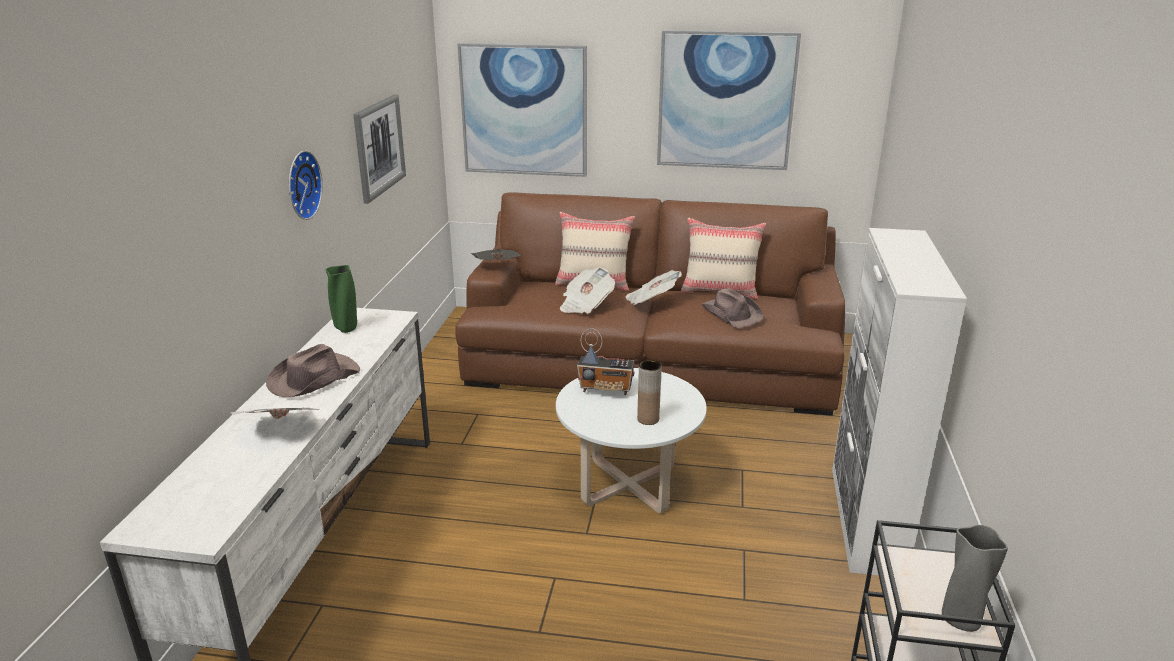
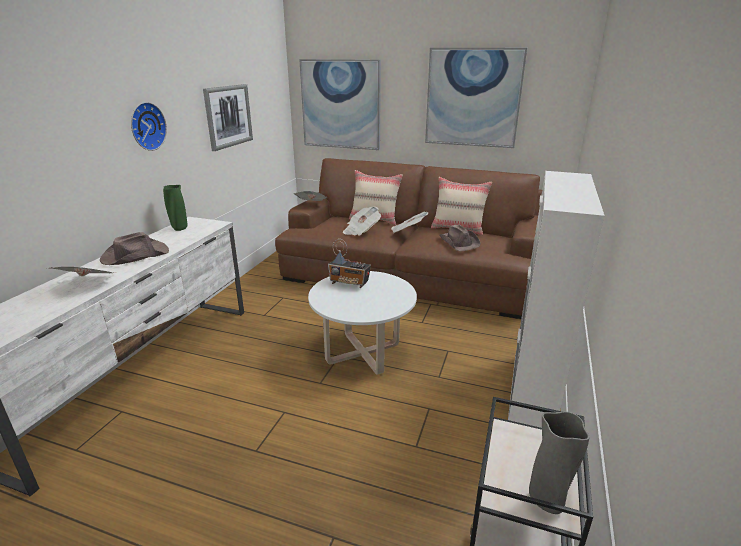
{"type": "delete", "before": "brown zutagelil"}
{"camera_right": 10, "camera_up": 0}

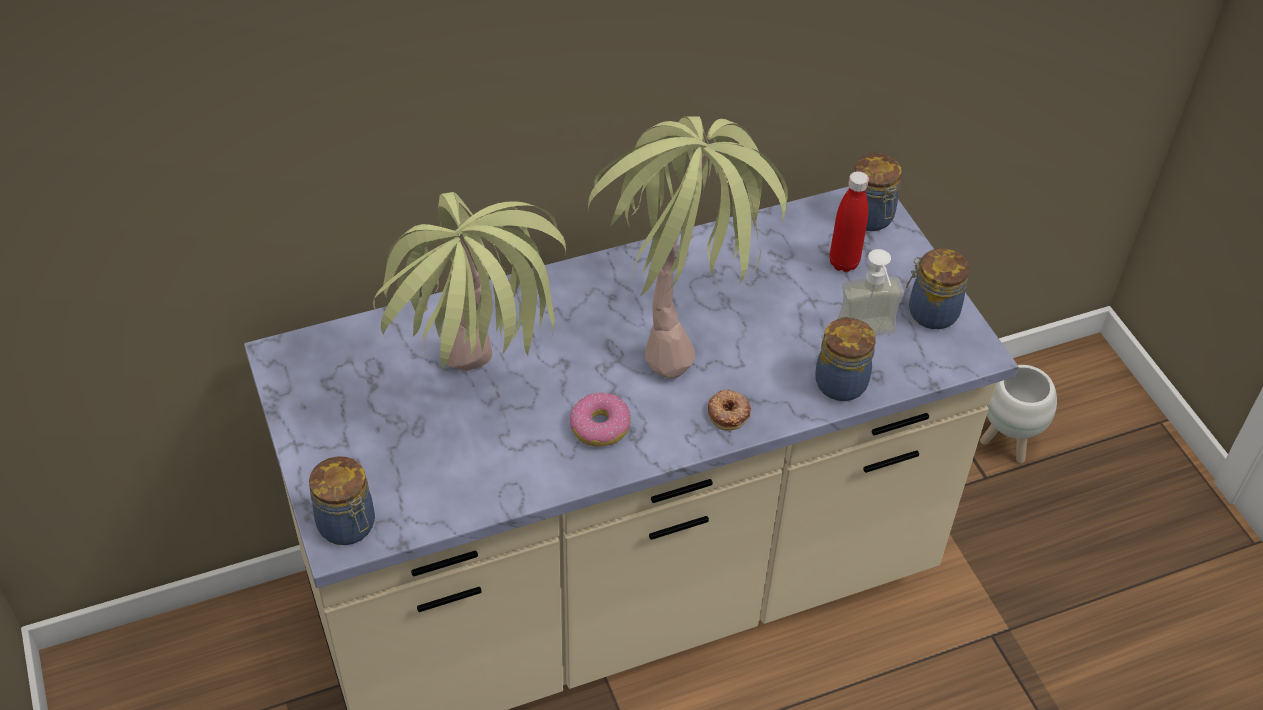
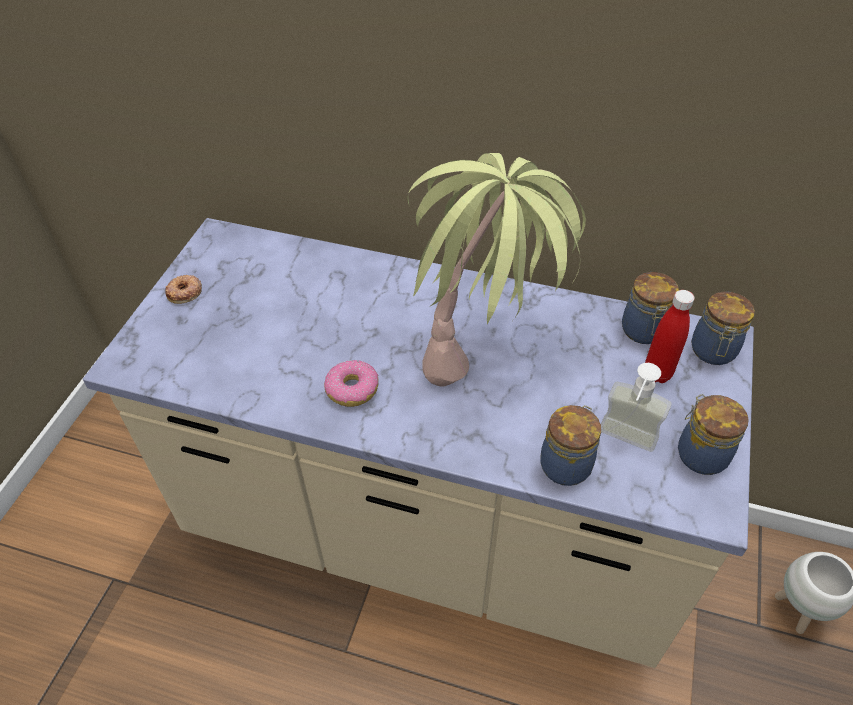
{"type": "delete", "before": "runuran (1st from left)"}
{"type": "move", "before": "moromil (1st from left in the first image)", "after": "moromil (2nd from left)"}
{"type": "move", "before": "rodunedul (2nd from left in the first image)", "after": "rodunedul (1st from left)"}
{"camera_right": 40, "camera_up": 0}

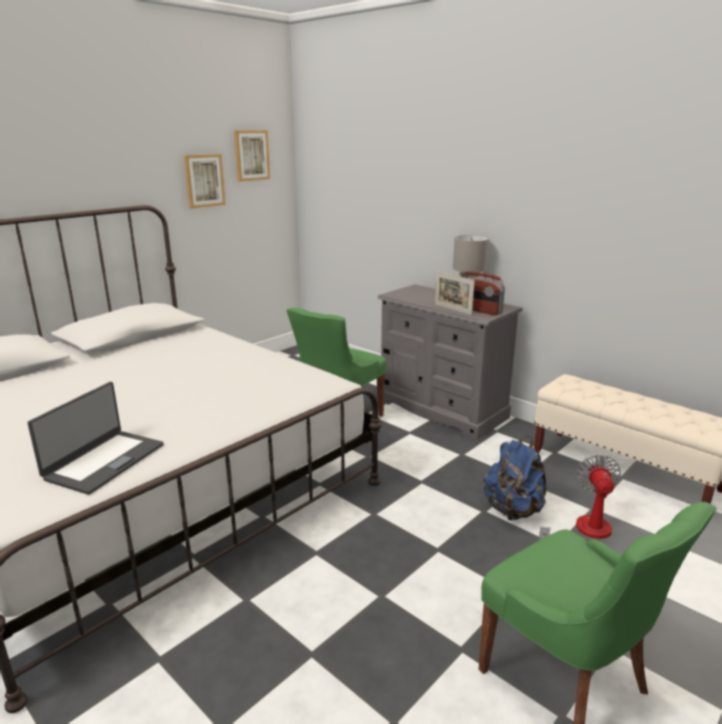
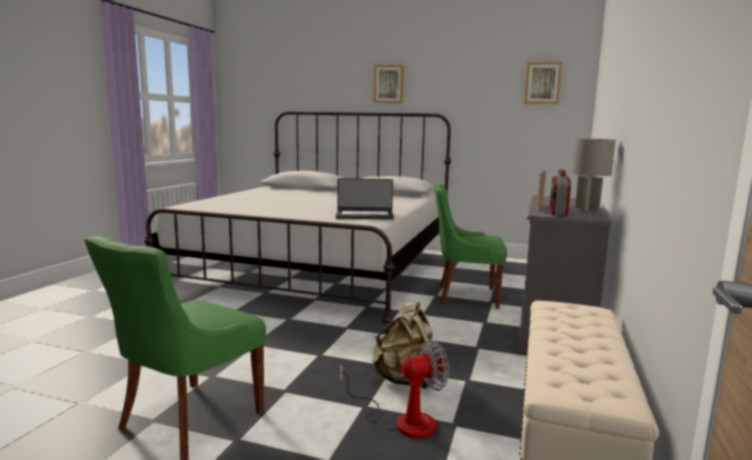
{"type": "move", "before": "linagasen"}
{"type": "move", "before": "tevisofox (1st from left)"}
{"type": "recolor", "before": "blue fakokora", "after": "beige fakokora"}
{"camera_right": 65, "camera_up": -10}

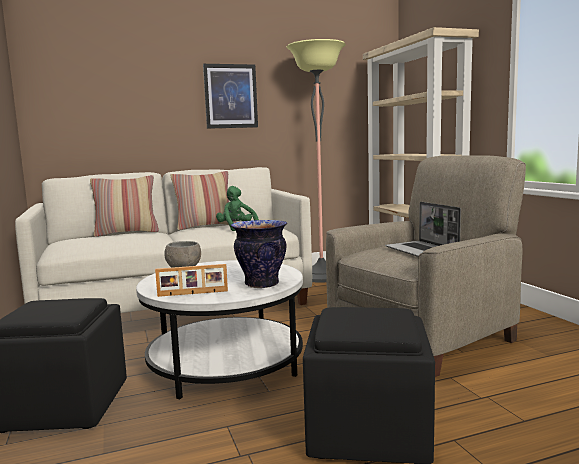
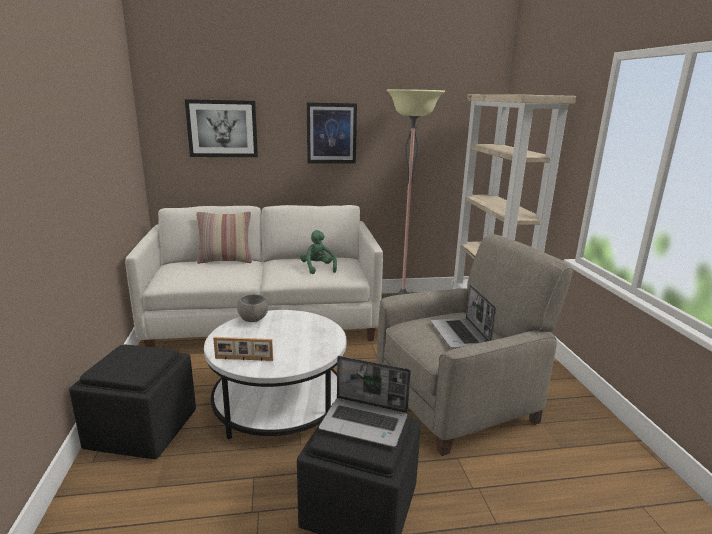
{"type": "delete", "before": "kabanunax (2nd from left)"}
{"type": "delete", "before": "zutagelil"}
{"type": "insert", "after": "tevisofox (1st from left)"}
{"type": "insert", "after": "linagasen (1st from left)"}
{"camera_right": 10, "camera_up": 10}

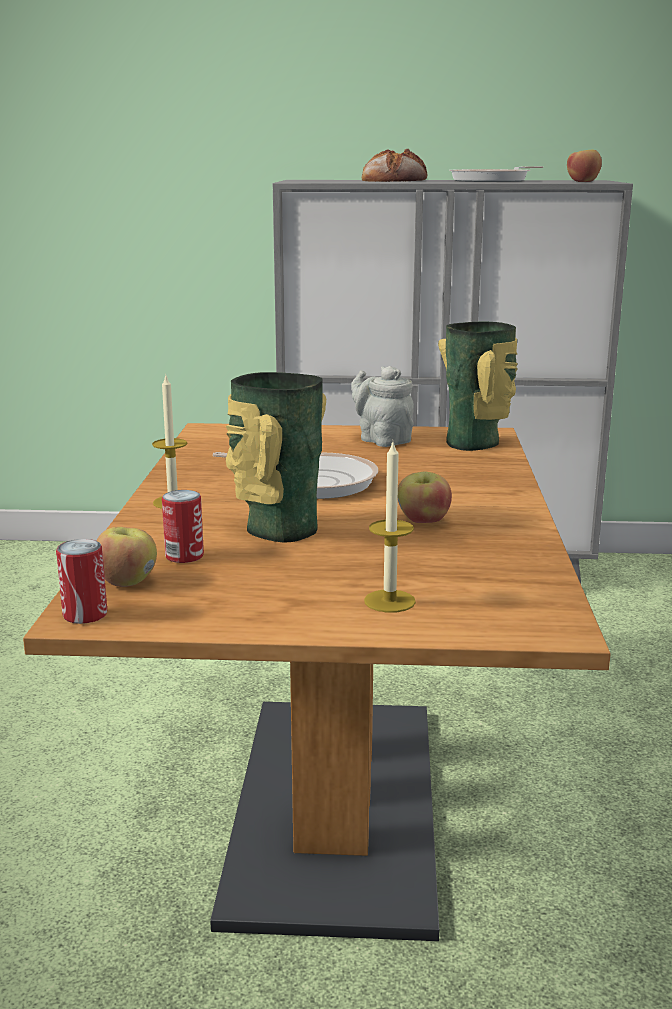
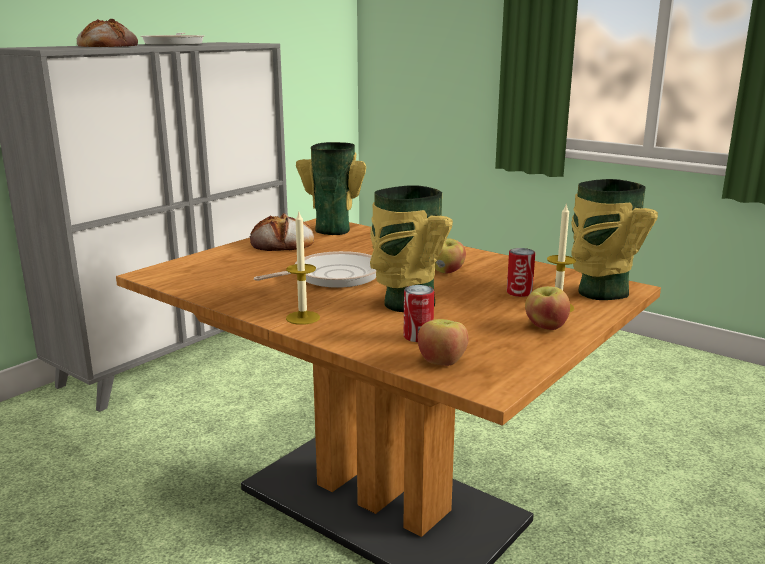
{"type": "insert", "after": "zutagelil (3rd from left)"}
{"type": "move", "before": "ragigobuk (1st from left in the first image)", "after": "ragigobuk (2nd from left)"}
{"type": "move", "before": "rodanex (3rd from left)"}
{"type": "replace", "before": "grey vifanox", "after": "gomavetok (2nd from left)"}
{"camera_right": -55, "camera_up": 0}

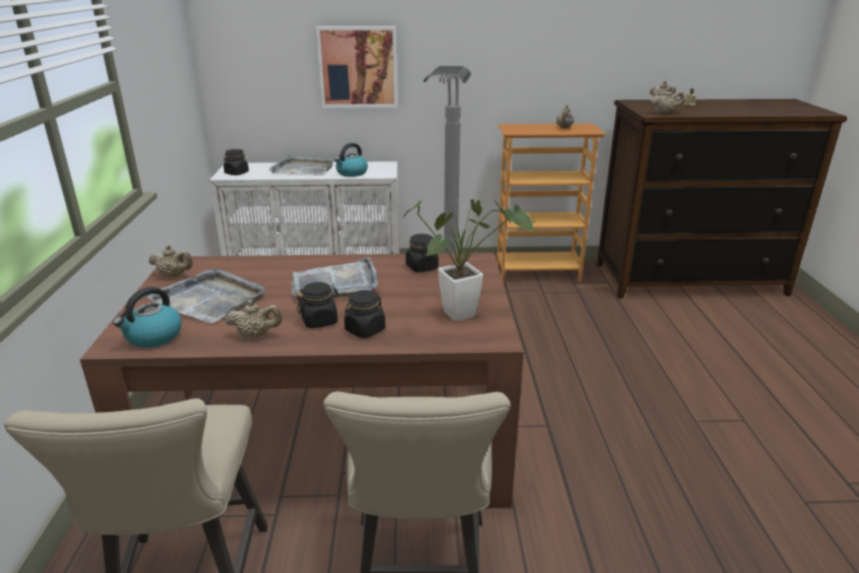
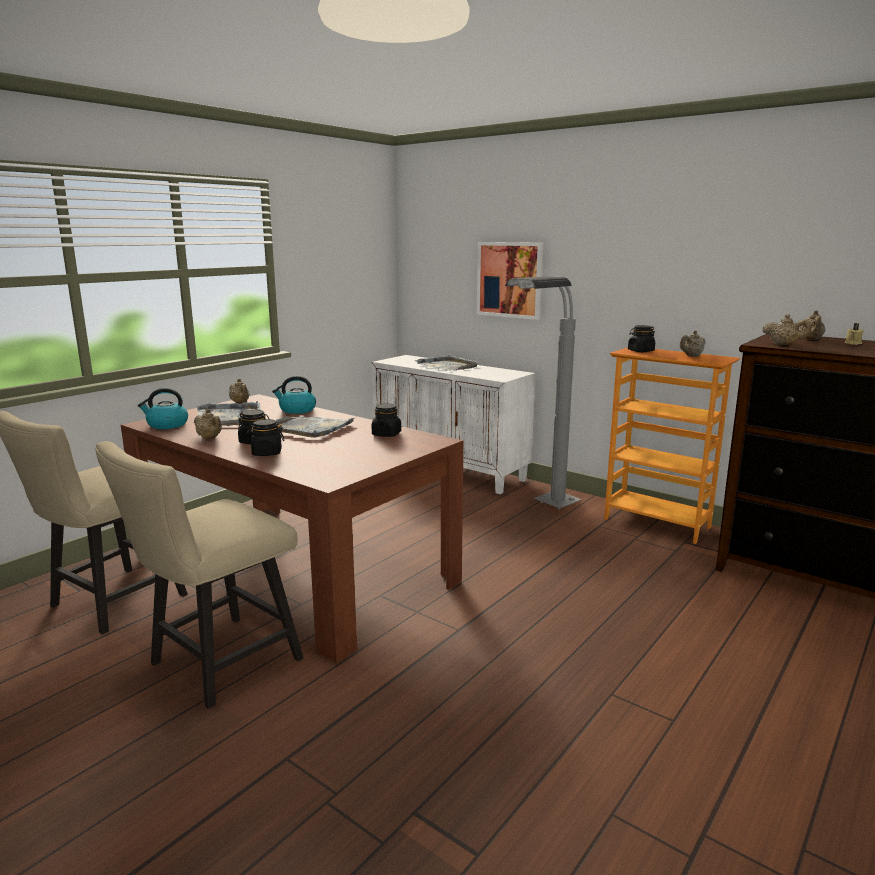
{"type": "delete", "before": "runuran"}
{"type": "move", "before": "black moromil (1st from left in the first image)", "after": "black moromil (4th from left)"}
{"type": "move", "before": "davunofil (2nd from left)"}
{"camera_right": 40, "camera_up": -10}

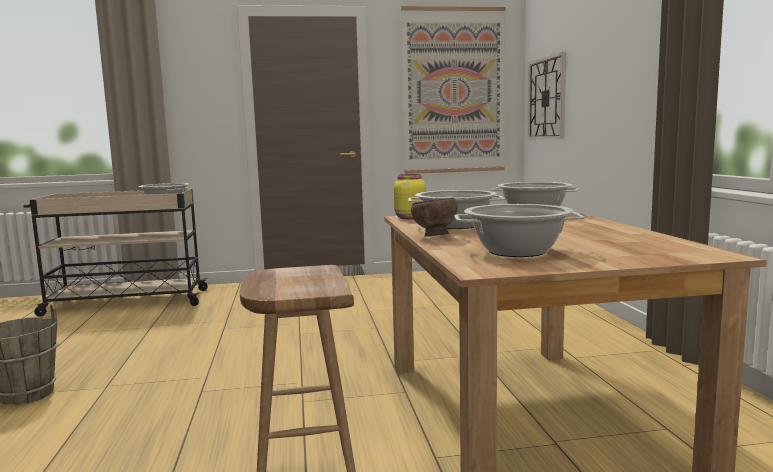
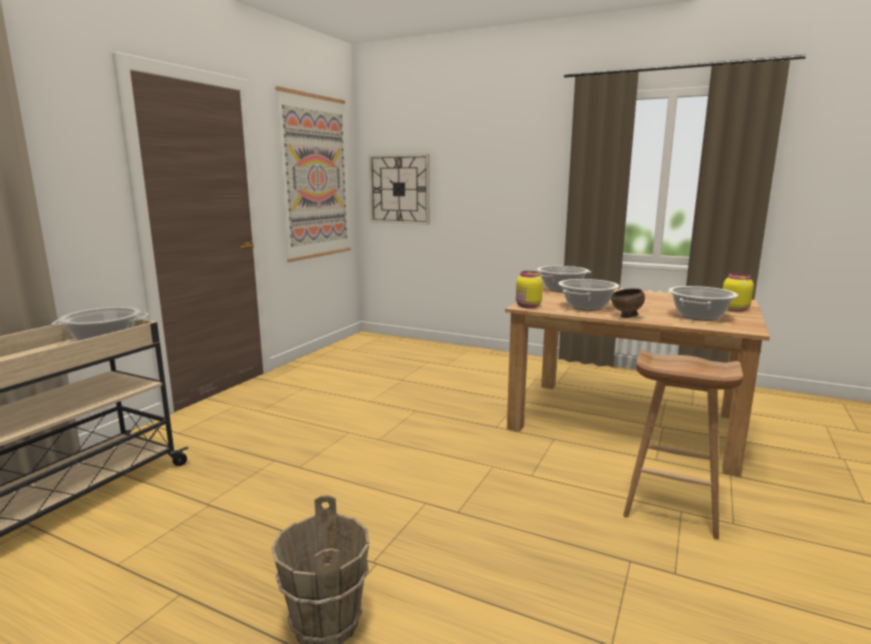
{"type": "insert", "after": "yellow moromil (2nd from left)"}
{"camera_right": -55, "camera_up": 5}

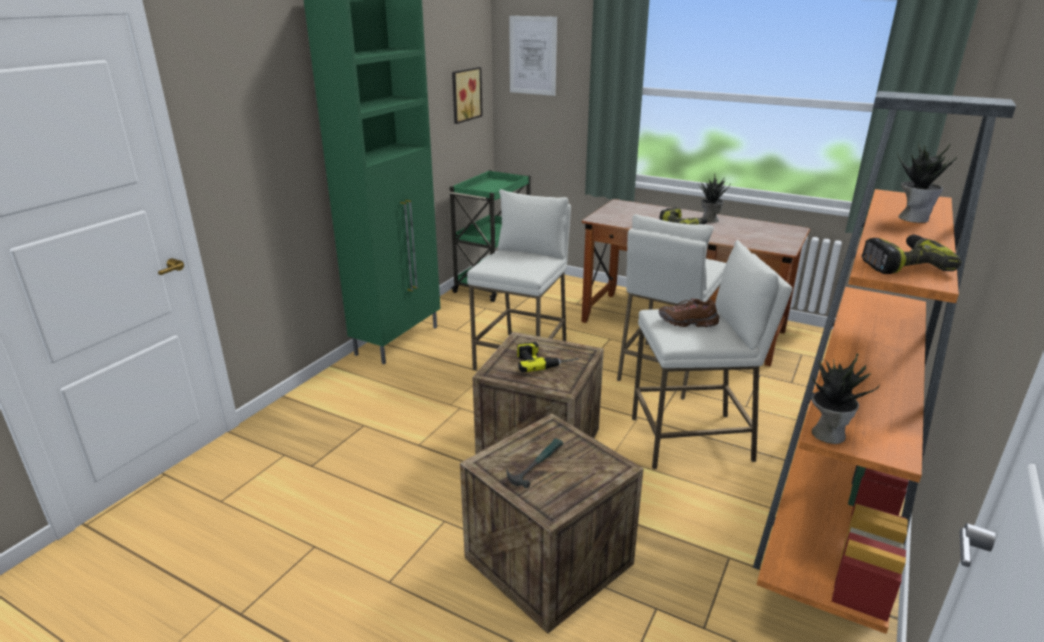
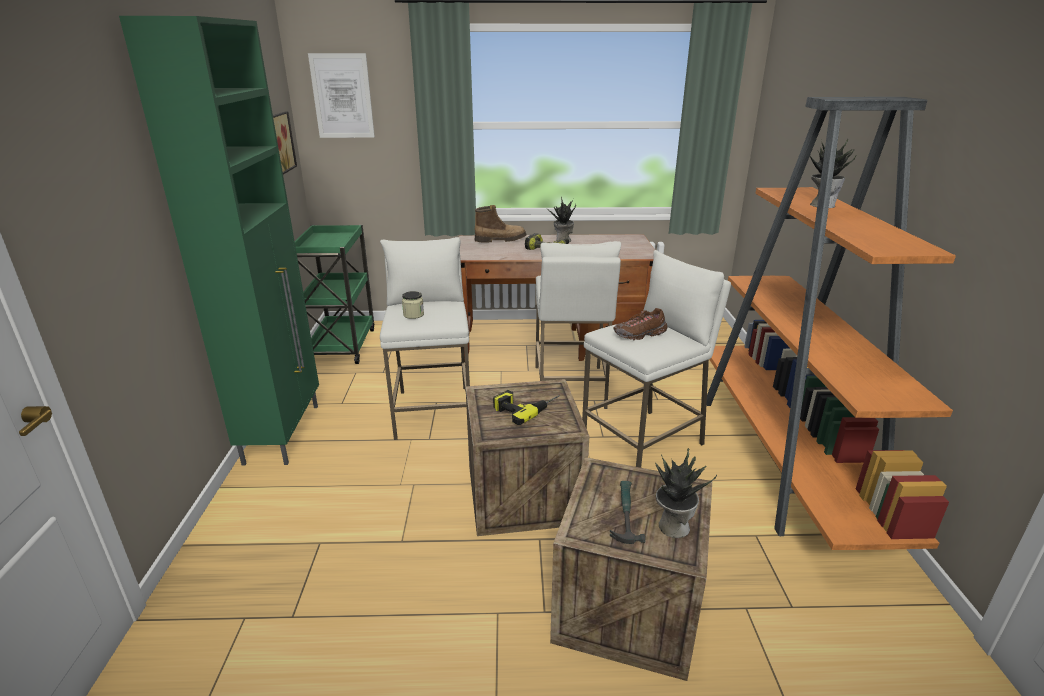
{"type": "delete", "before": "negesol (3rd from left)"}
{"type": "insert", "after": "moromil"}
{"type": "insert", "after": "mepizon"}
{"type": "move", "before": "runuran (2nd from left)"}
{"camera_right": -30, "camera_up": 0}

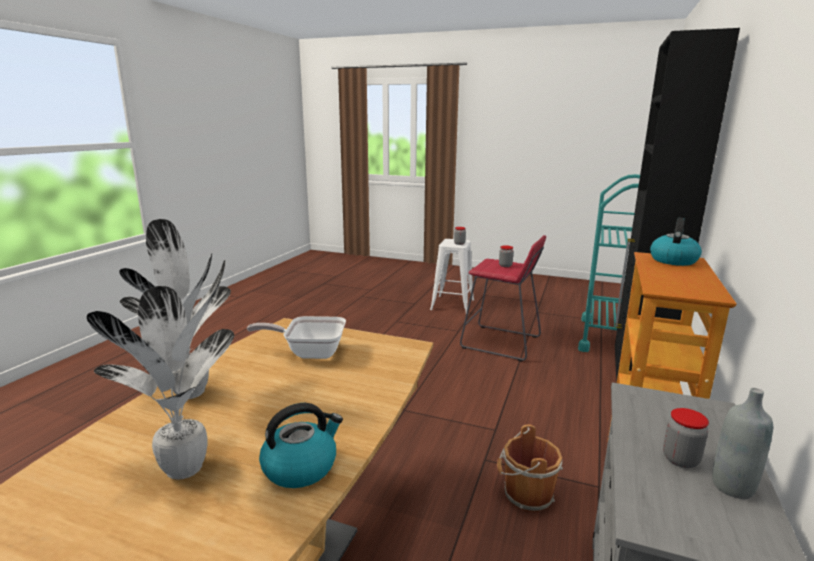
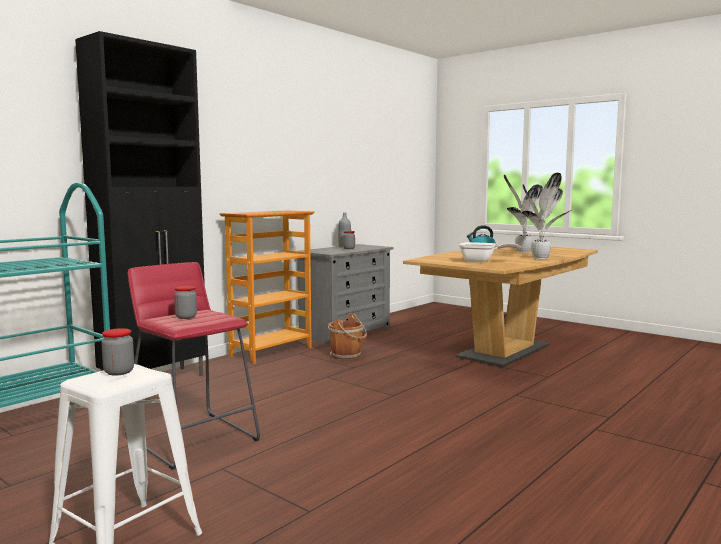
{"type": "delete", "before": "davunofil (2nd from left)"}
{"camera_right": -160, "camera_up": -10}

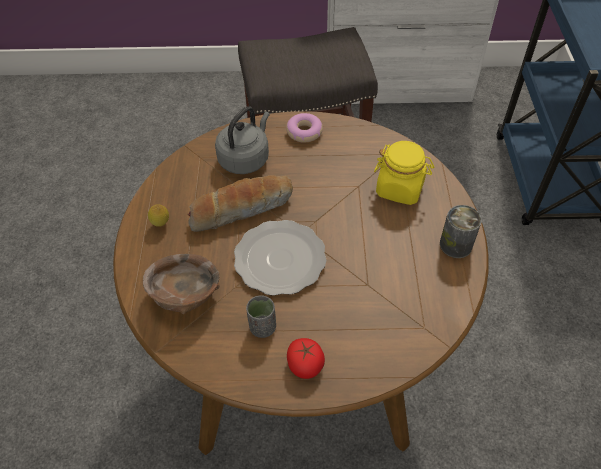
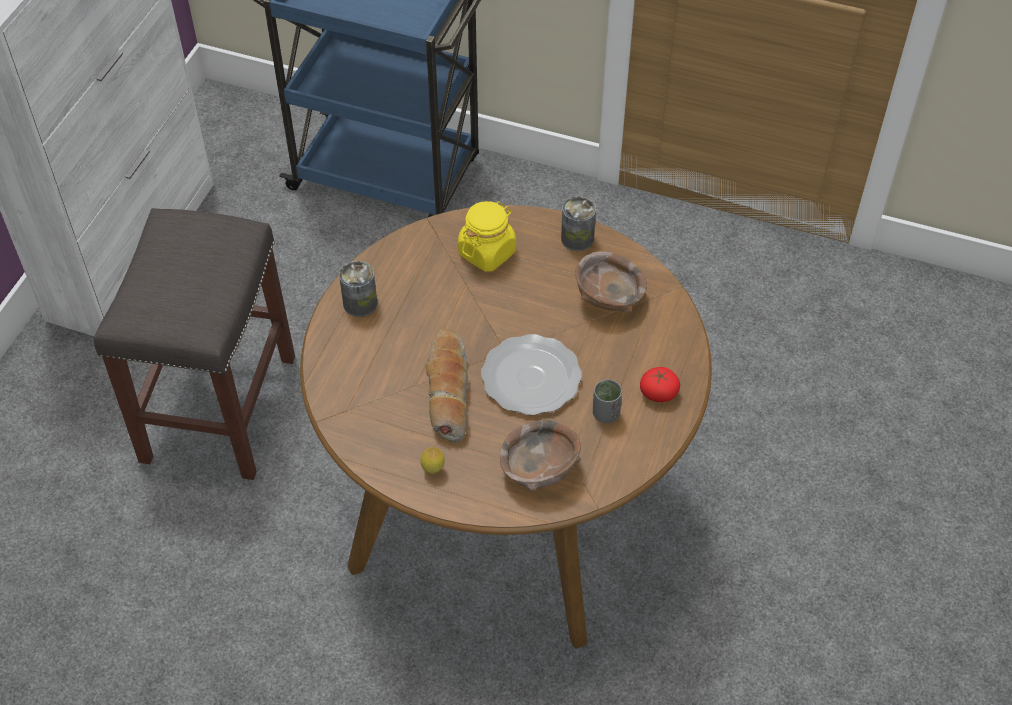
{"type": "delete", "before": "grey davunofil"}
{"type": "insert", "after": "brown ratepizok (2nd from left)"}
{"type": "replace", "before": "rodunedul", "after": "ragigobuk (1st from left)"}
{"camera_right": -70, "camera_up": 0}

